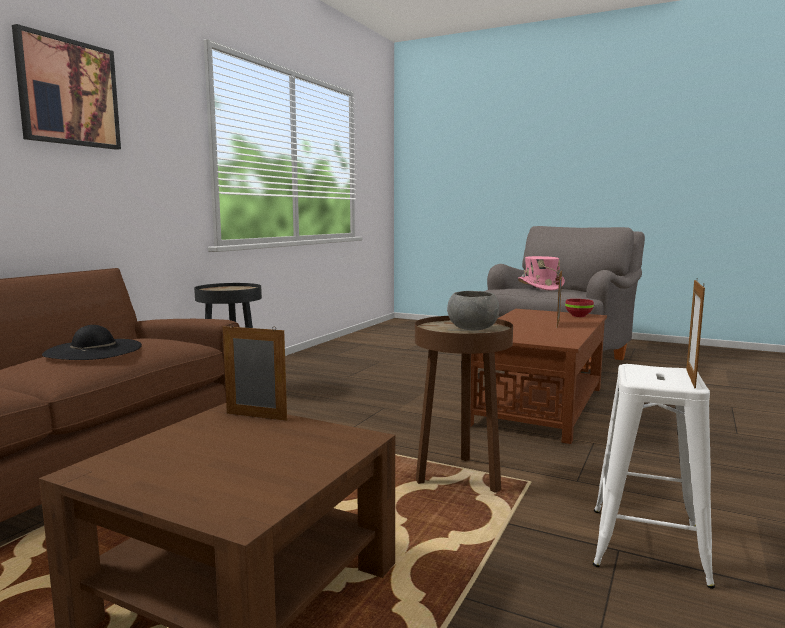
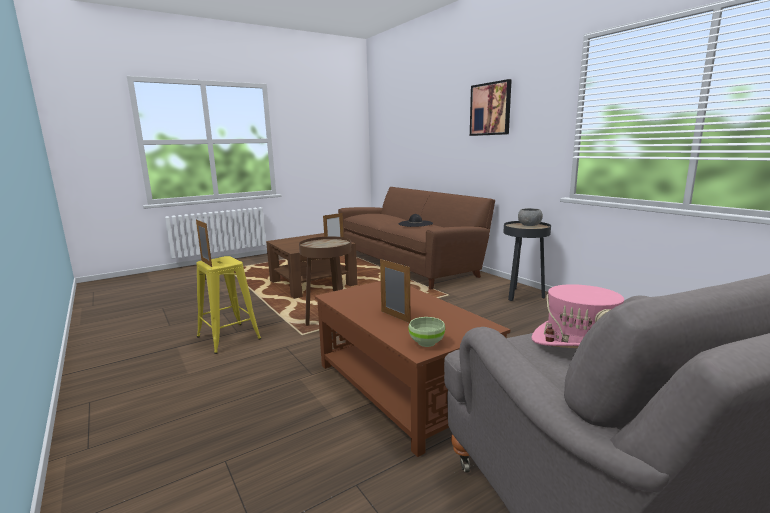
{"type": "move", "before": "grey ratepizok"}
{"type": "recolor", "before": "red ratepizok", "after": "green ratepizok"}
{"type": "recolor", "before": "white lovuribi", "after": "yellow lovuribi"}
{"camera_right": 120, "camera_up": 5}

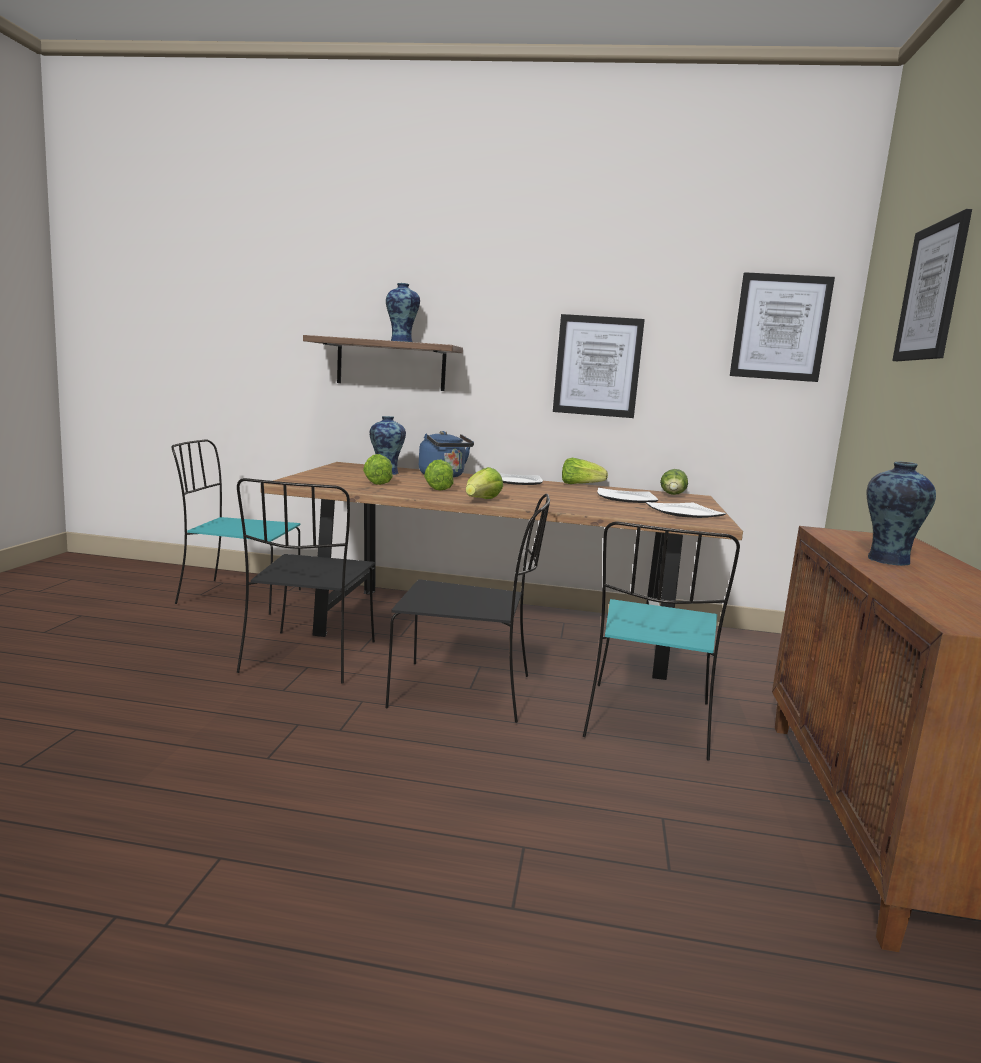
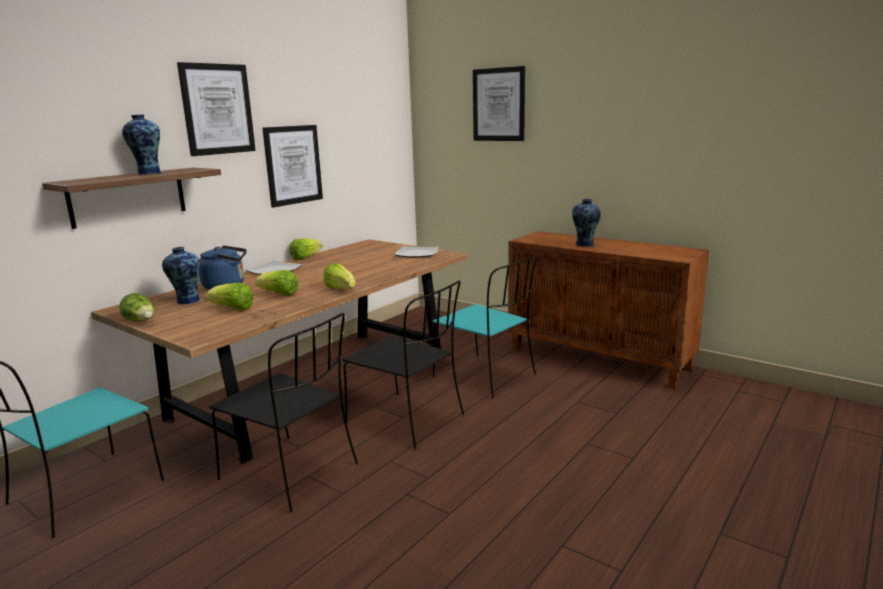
{"type": "delete", "before": "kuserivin (2nd from left)"}
{"type": "move", "before": "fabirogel (5th from left in the first image)", "after": "fabirogel (1st from left)"}
{"type": "move", "before": "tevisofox (2nd from left in the first image)", "after": "tevisofox (1st from left)"}
{"type": "rotate", "before": "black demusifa (2nd from left)", "turn": 90}
{"camera_right": -60, "camera_up": 5}

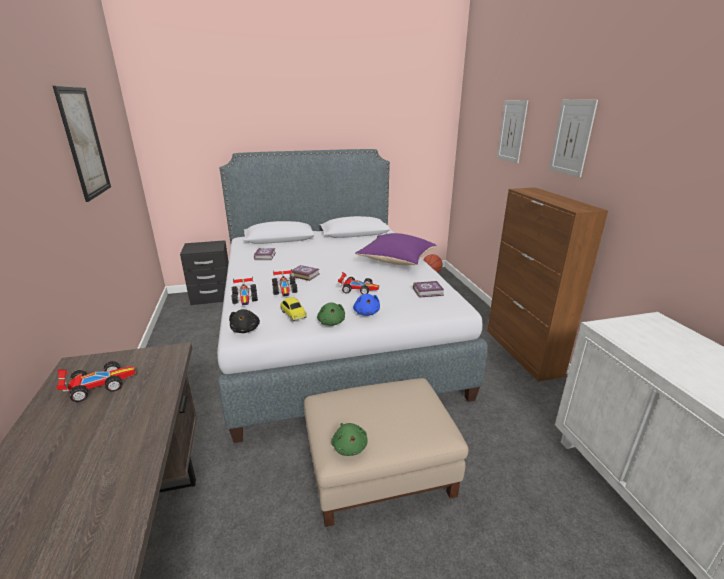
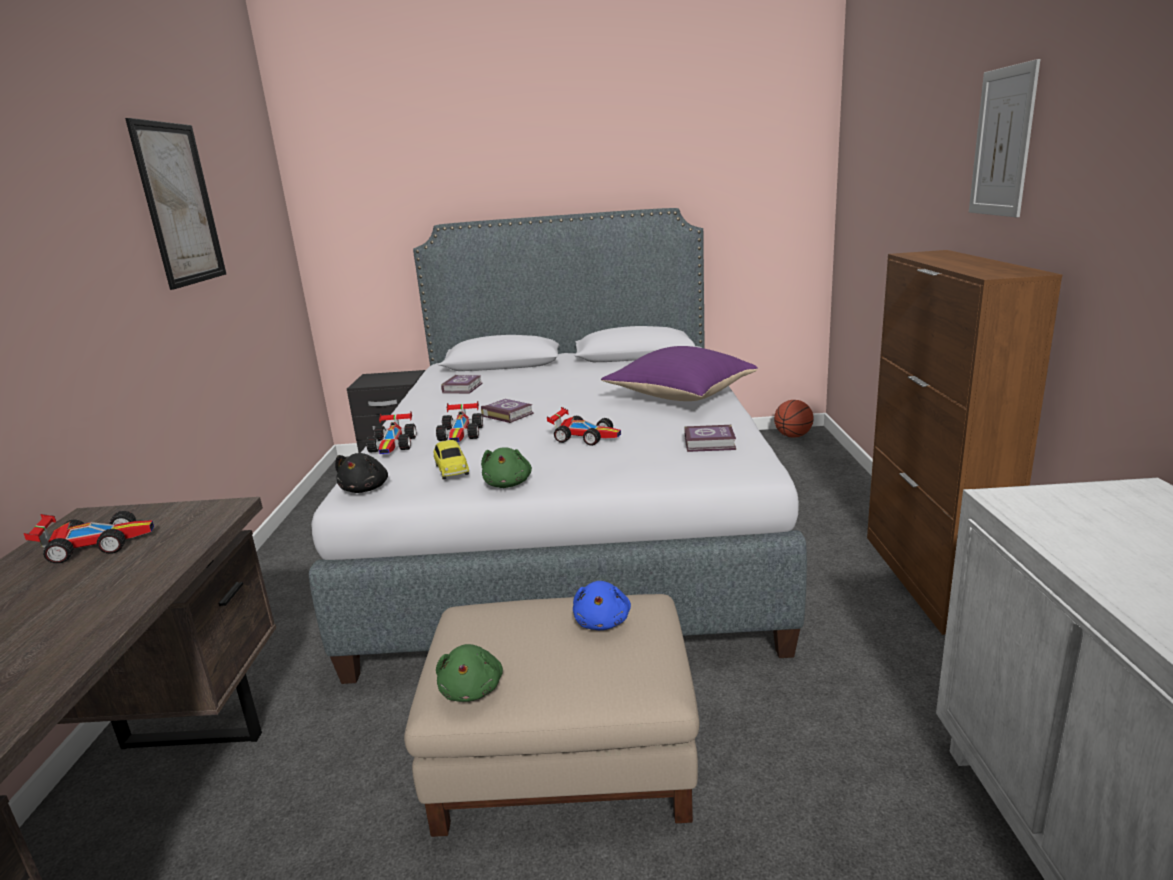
{"type": "delete", "before": "tevisofox (2nd from left)"}
{"type": "move", "before": "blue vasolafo"}
{"camera_right": 15, "camera_up": -5}

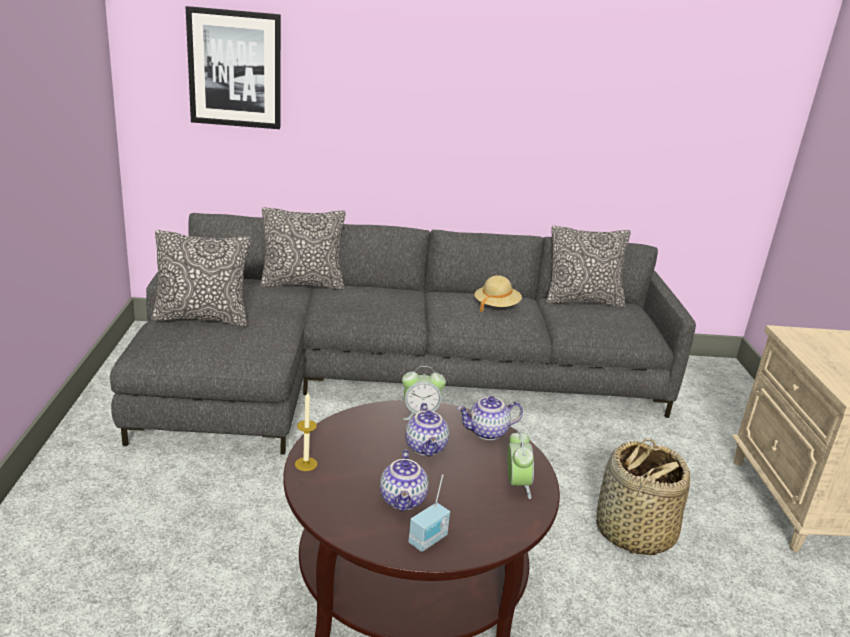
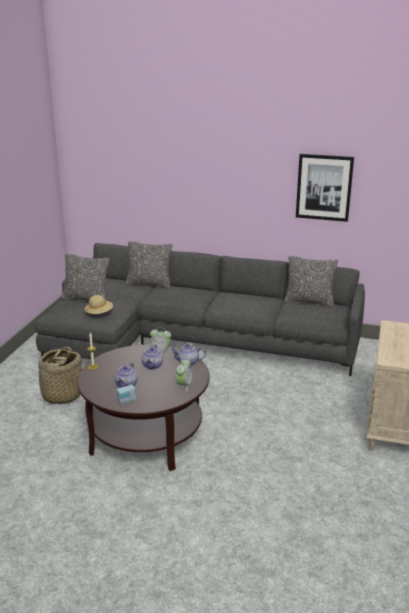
{"type": "move", "before": "tevisofox"}
{"type": "move", "before": "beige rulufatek"}
{"type": "move", "before": "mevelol"}
{"camera_right": 20, "camera_up": 0}

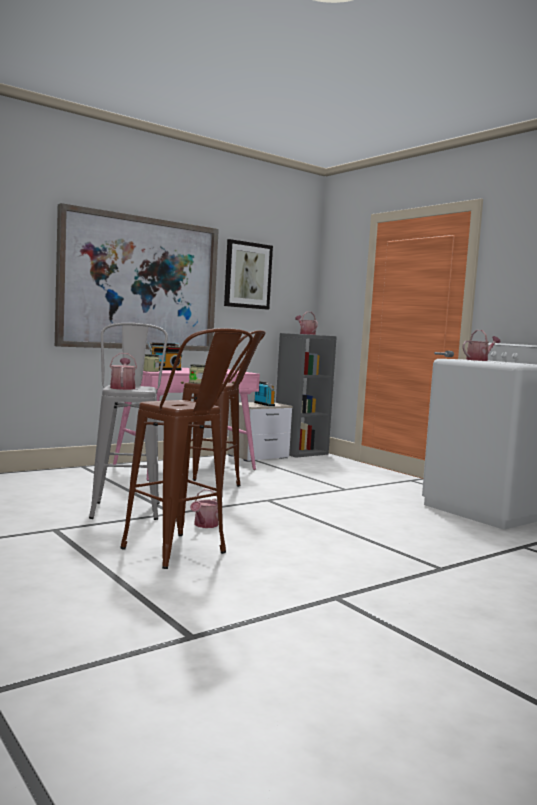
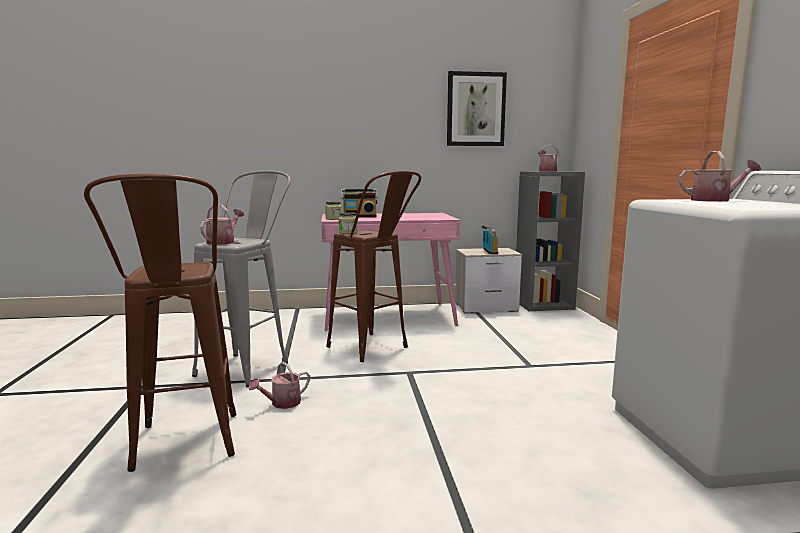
{"type": "delete", "before": "tevisofox (1st from left)"}
{"camera_right": 30, "camera_up": 5}

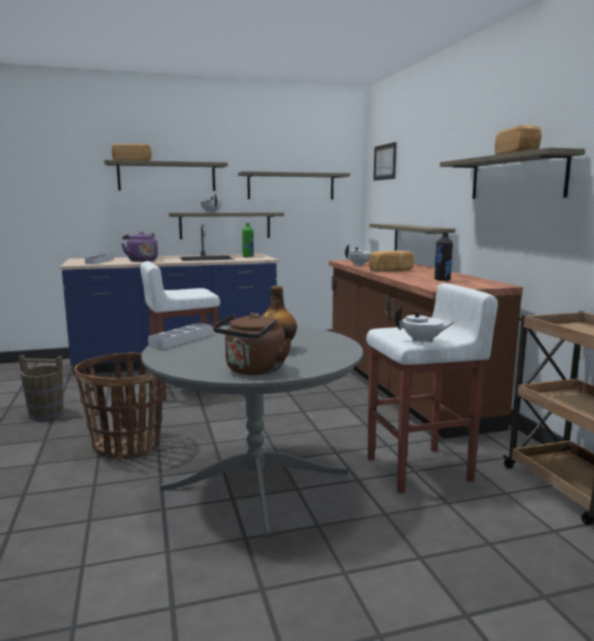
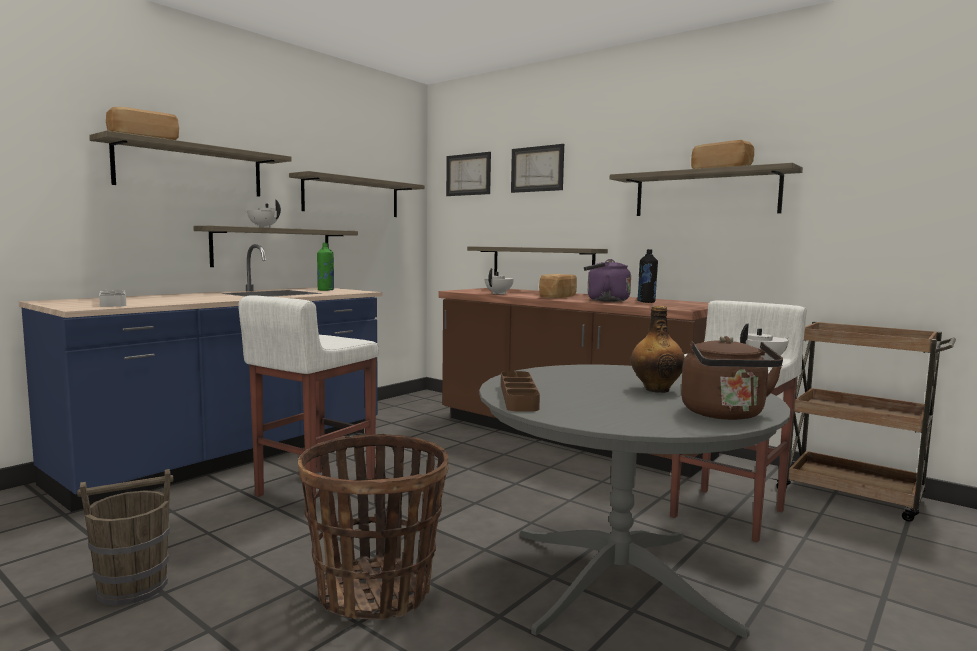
{"type": "insert", "after": "tevisofox (2nd from left)"}
{"type": "move", "before": "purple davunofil"}
{"type": "recolor", "before": "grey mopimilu (2nd from left)", "after": "brown mopimilu"}
{"camera_right": -35, "camera_up": -5}

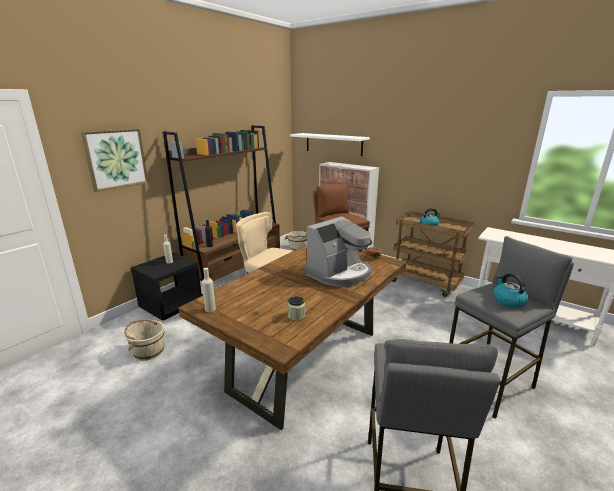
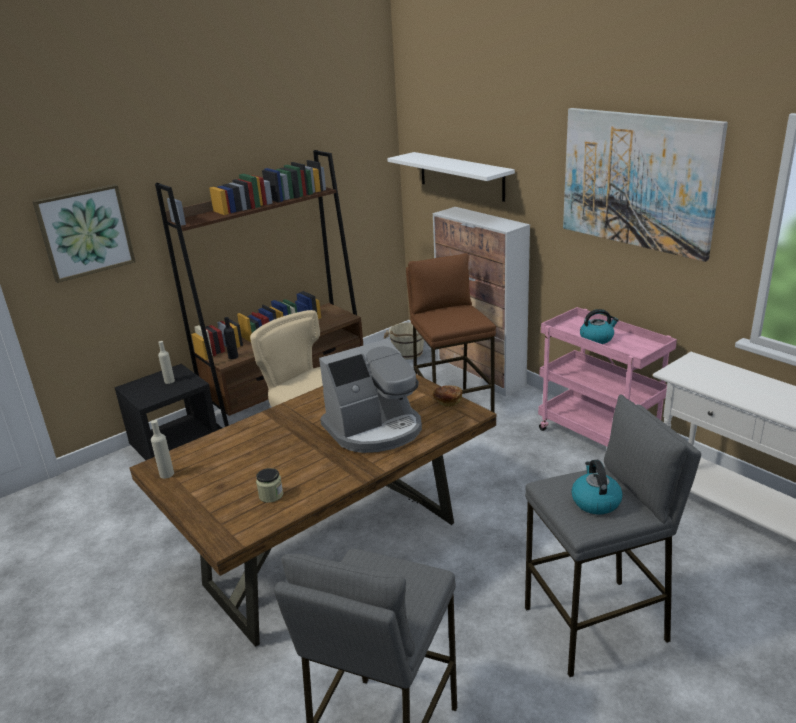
{"type": "delete", "before": "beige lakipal (1st from left)"}
{"type": "insert", "after": "tevisofox (2nd from left)"}
{"type": "recolor", "before": "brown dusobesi", "after": "pink dusobesi"}
{"camera_right": 15, "camera_up": 5}

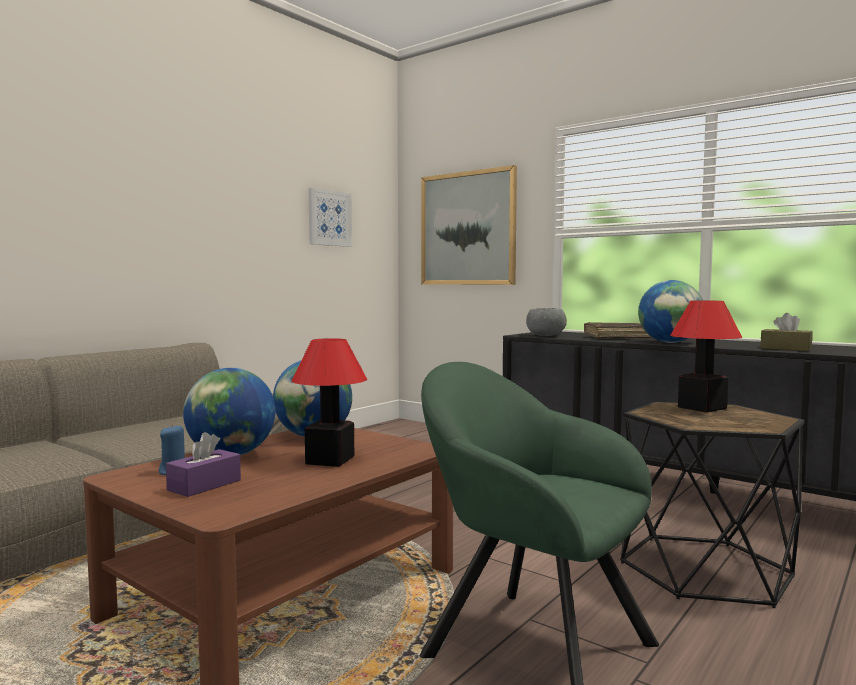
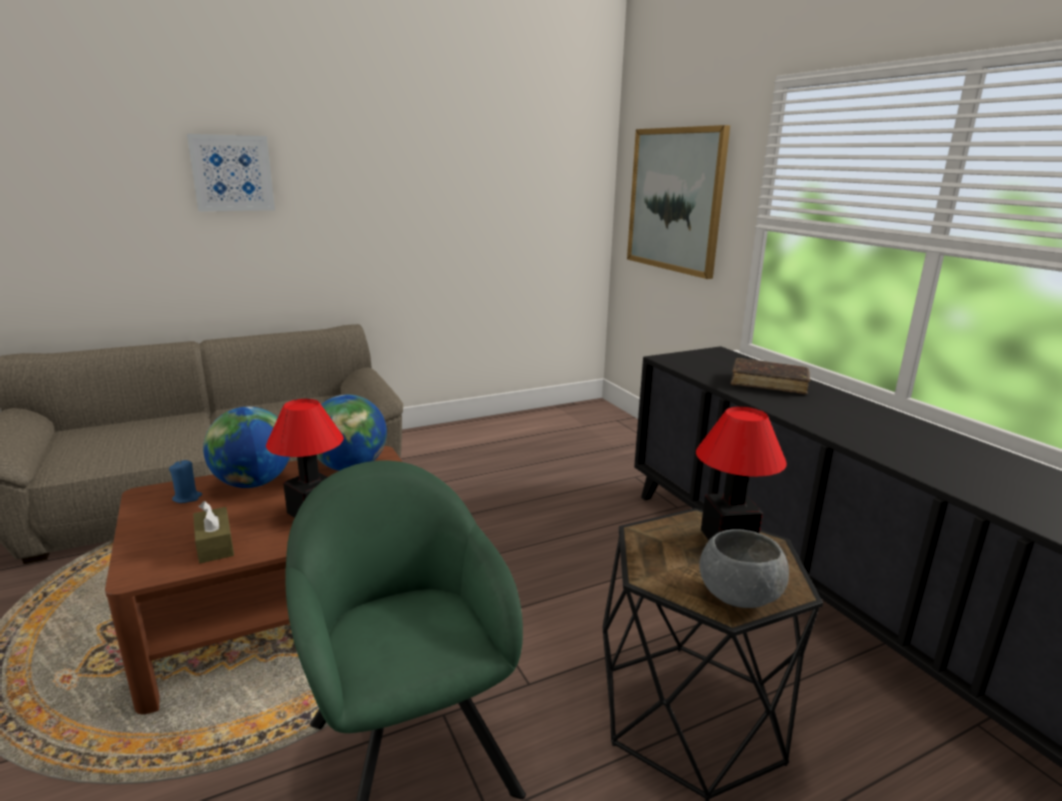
{"type": "delete", "before": "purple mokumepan"}
{"type": "delete", "before": "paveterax (3rd from left)"}
{"type": "move", "before": "tevisofox (1st from left)"}
{"type": "move", "before": "grey ratepizok"}
{"type": "move", "before": "brown mokumepan"}
{"camera_right": 25, "camera_up": 15}

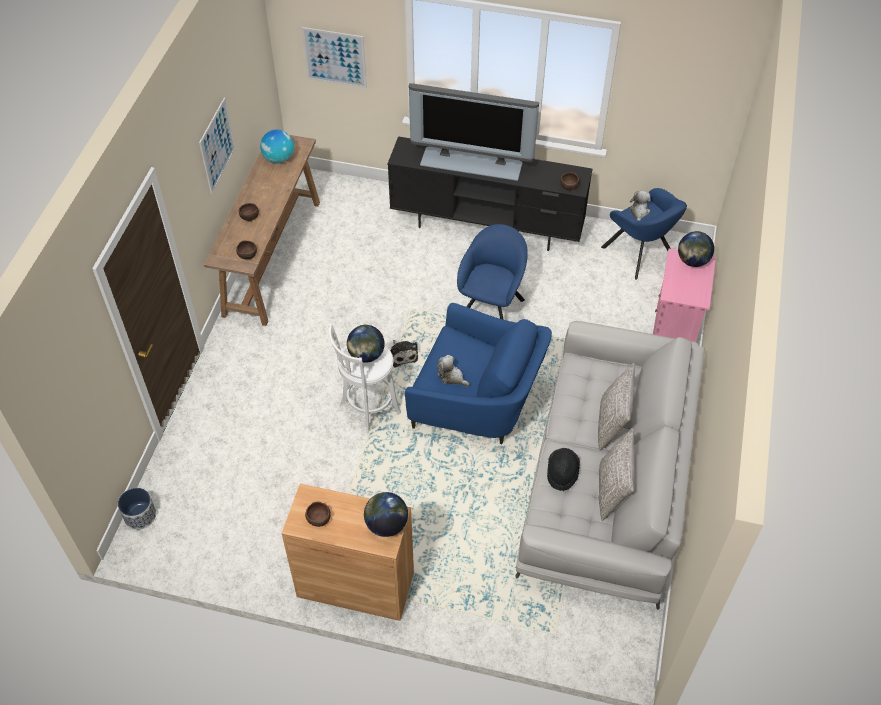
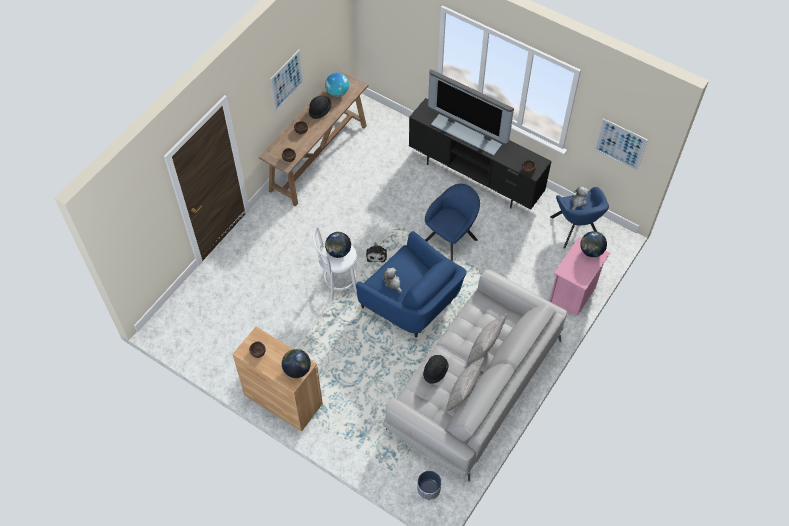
{"type": "insert", "after": "black rulufatek (1st from left)"}
{"type": "move", "before": "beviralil"}
{"type": "move", "before": "tevisofox (2nd from left)"}
{"camera_right": 20, "camera_up": 5}

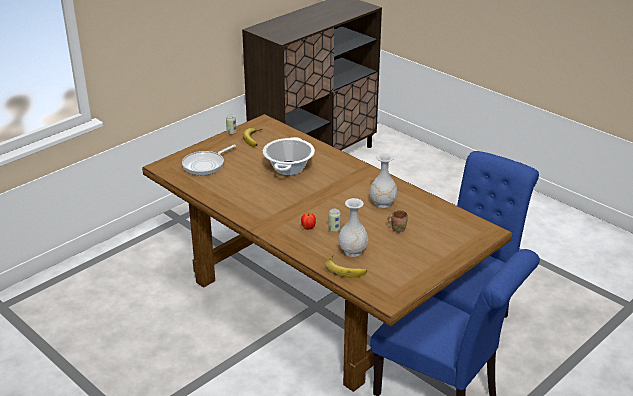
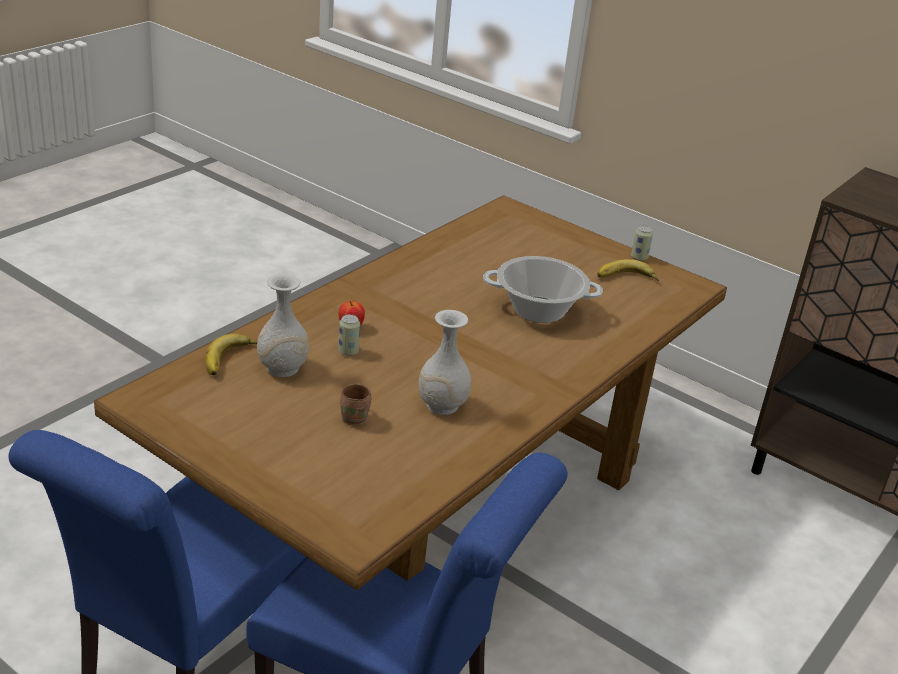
{"type": "delete", "before": "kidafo"}
{"camera_right": 80, "camera_up": 0}

